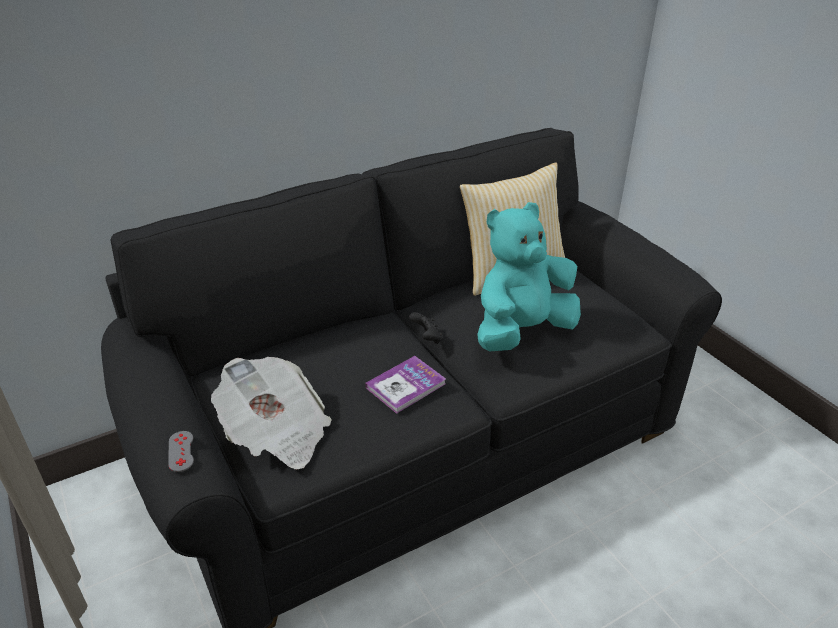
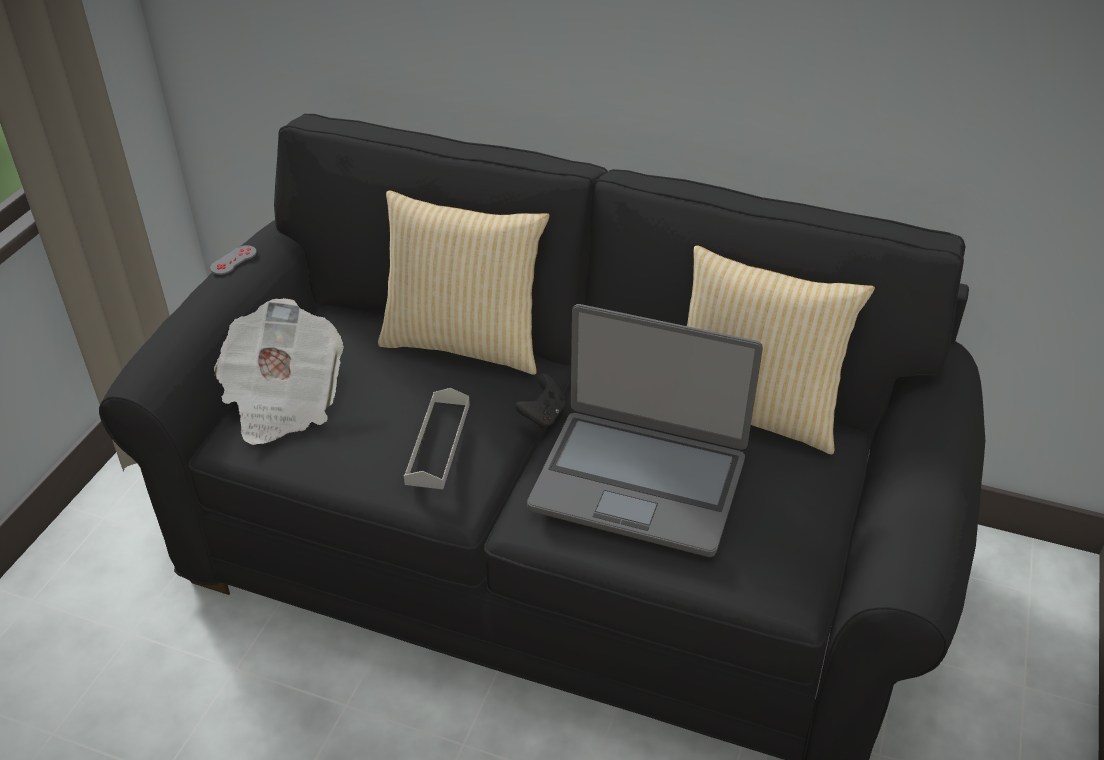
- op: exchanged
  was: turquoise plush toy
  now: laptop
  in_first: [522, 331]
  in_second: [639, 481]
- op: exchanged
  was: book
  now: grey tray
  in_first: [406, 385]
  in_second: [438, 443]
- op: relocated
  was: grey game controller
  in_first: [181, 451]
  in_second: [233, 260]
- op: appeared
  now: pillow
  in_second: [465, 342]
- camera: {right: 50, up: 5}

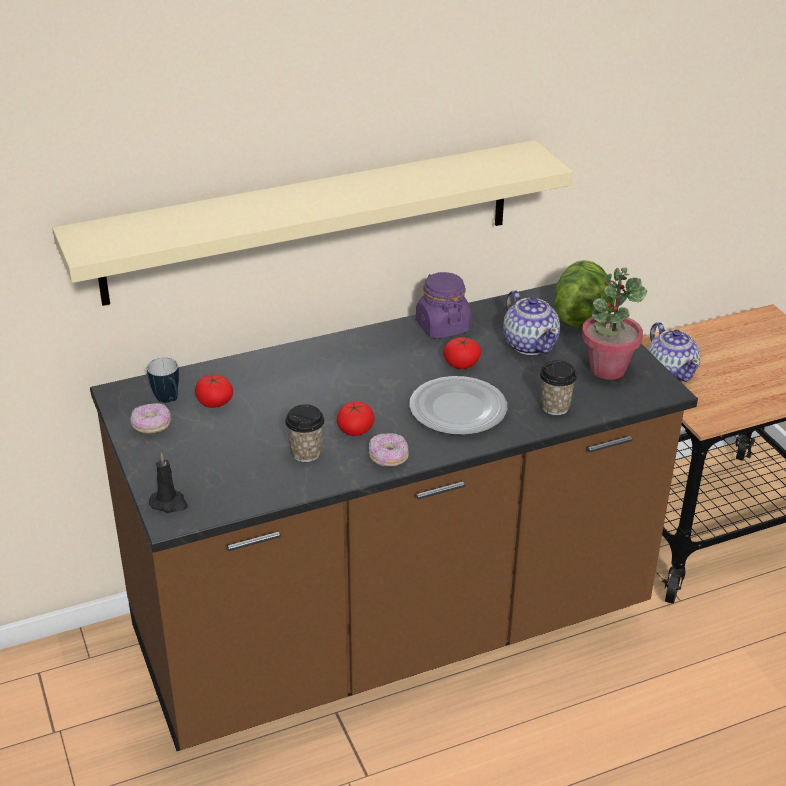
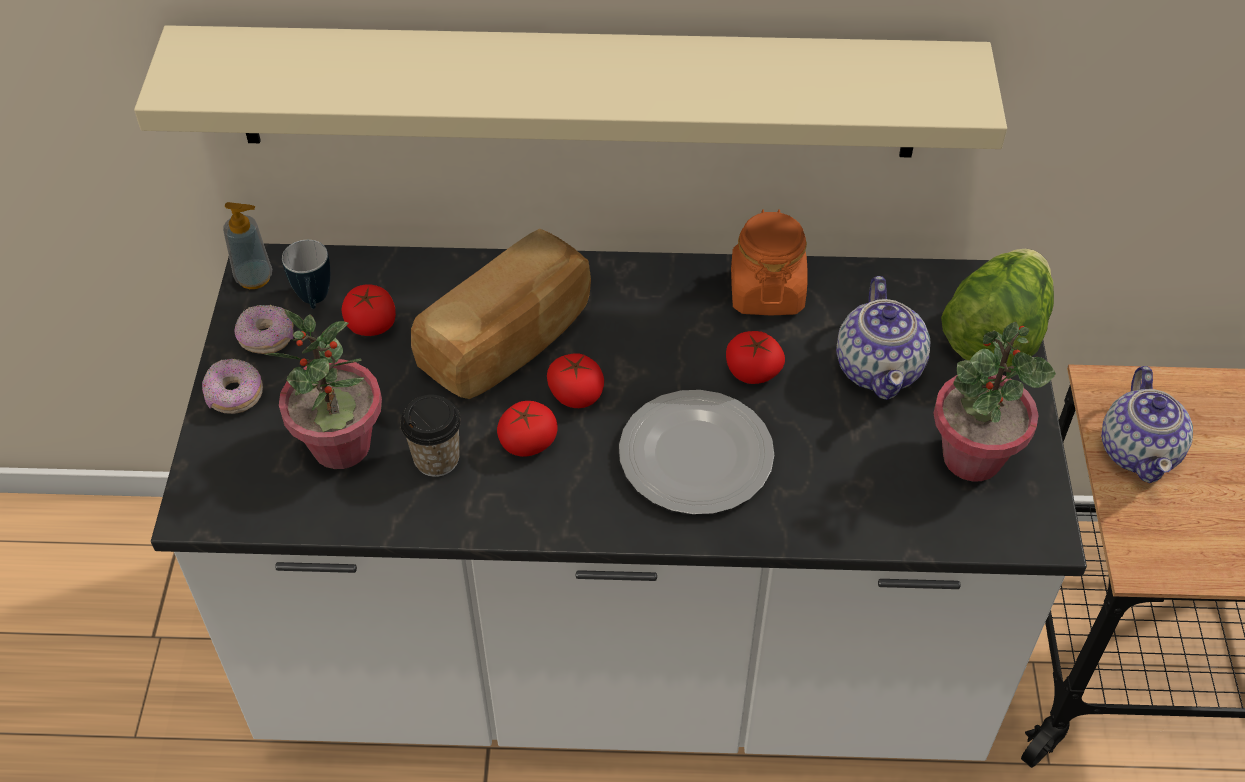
- op: colour
  was: purple jar
  now: orange jar
  in_first: [442, 327]
  in_second: [766, 292]
- op: colour
  was: brown counter
  now: white counter
  in_first: [391, 628]
  in_second: [622, 649]
- op: missing
  was: cup
  in_first: [555, 407]
- op: relocated
  was: donut
  in_first: [388, 457]
  in_second: [234, 395]
- op: missing
  was: black candle
  in_first: [169, 503]
- op: appeared
  now: soap dispenser
  in_second: [254, 278]
- op: appeared
  now: bread
  in_second: [509, 342]
- op: appeared
  now: potted plant
  in_second: [341, 446]
- op: appeared
  now: tomato
  in_second: [576, 393]
- camera: {right: 25, up: 15}

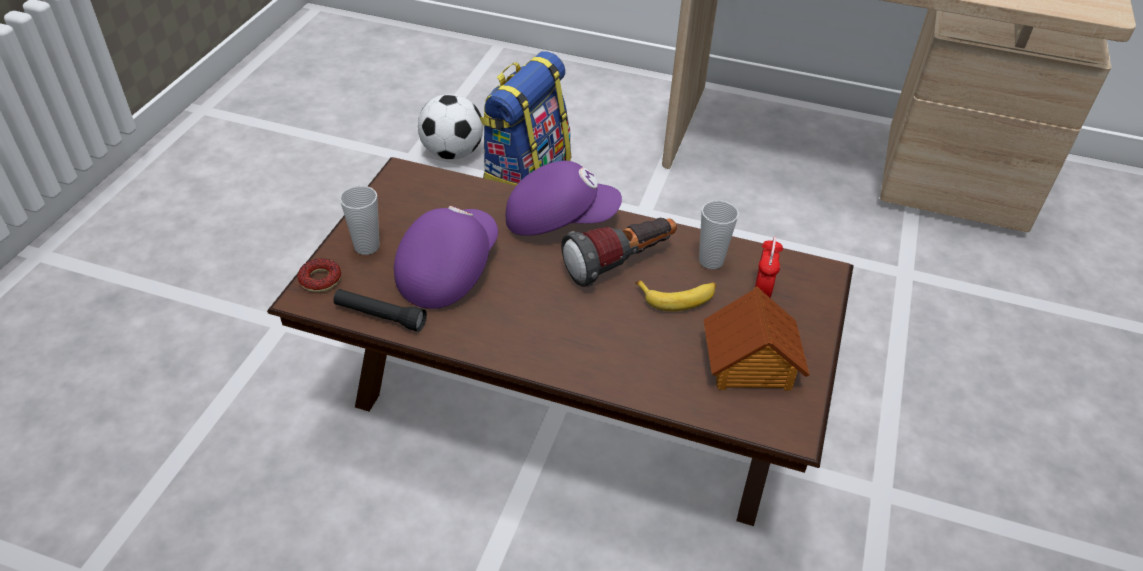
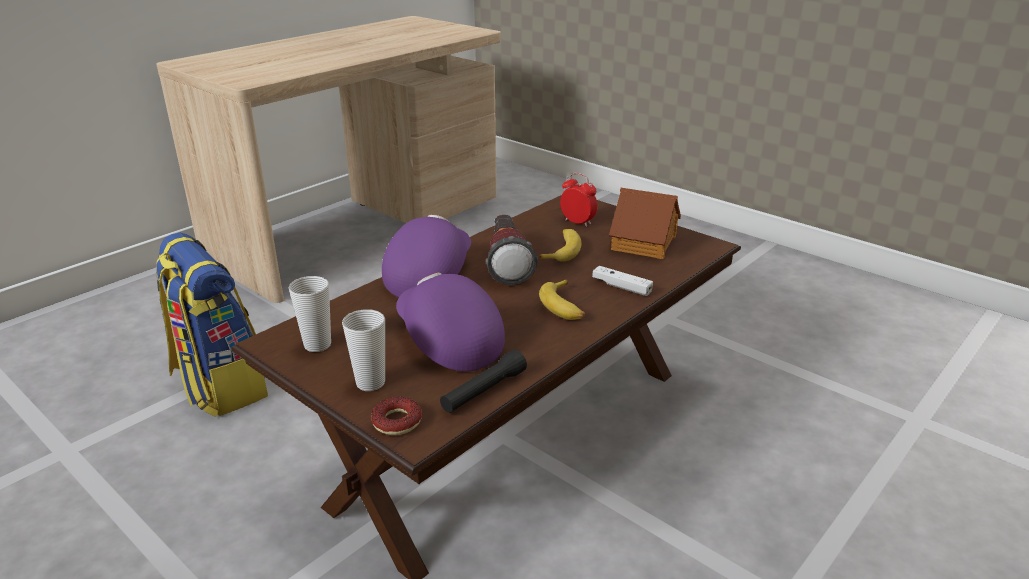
- op: missing
  was: football
  in_first: [452, 153]
- op: relocated
  was: cup
  in_first: [711, 261]
  in_second: [317, 345]
- op: appeared
  now: white game controller
  in_second: [621, 287]
- op: appeared
  now: banana
  in_second: [564, 306]
- camera: {right: -65, up: -15}

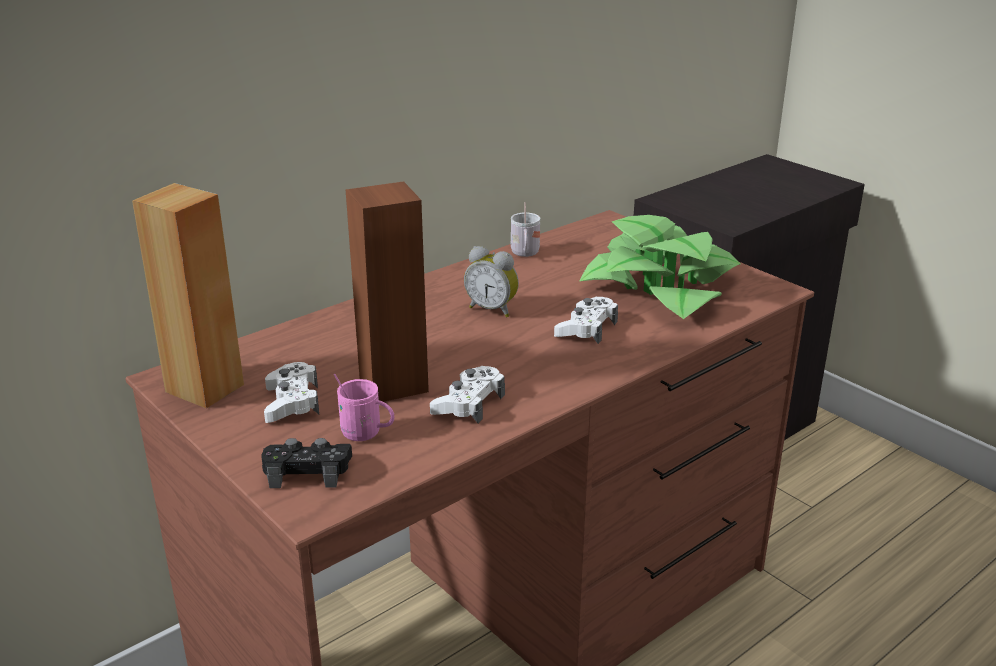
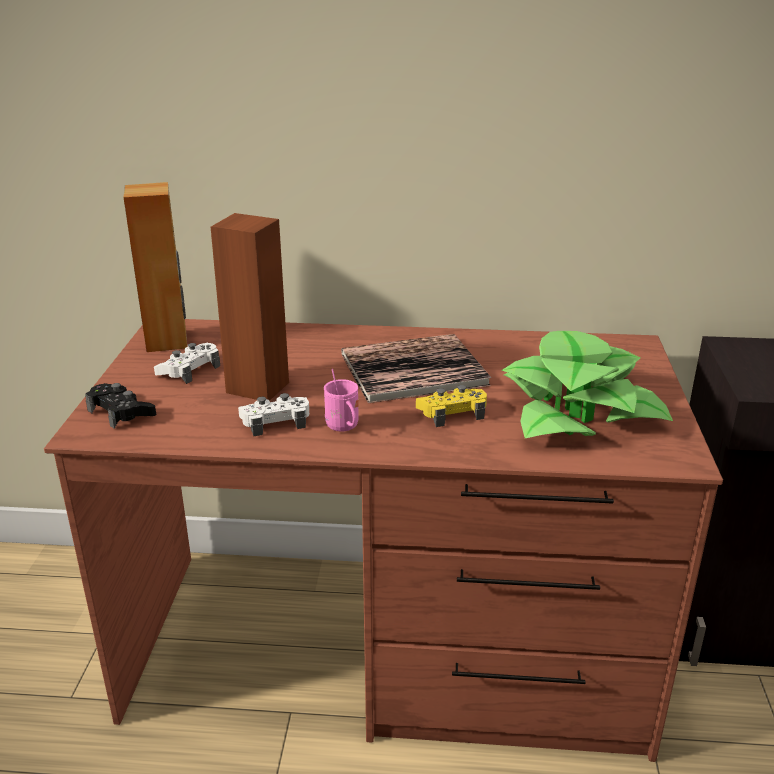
- op: missing
  was: white mug
  in_first: [525, 255]
- op: exchanged
  was: alarm clock
  now: book
  in_first: [492, 309]
  in_second: [413, 369]
- op: colour
  was: white game controller
  now: yellow game controller
  in_first: [586, 328]
  in_second: [452, 412]
- op: relocated
  was: pink mug
  in_first: [367, 434]
  in_second: [344, 428]
- camera: {right: 45, up: 0}

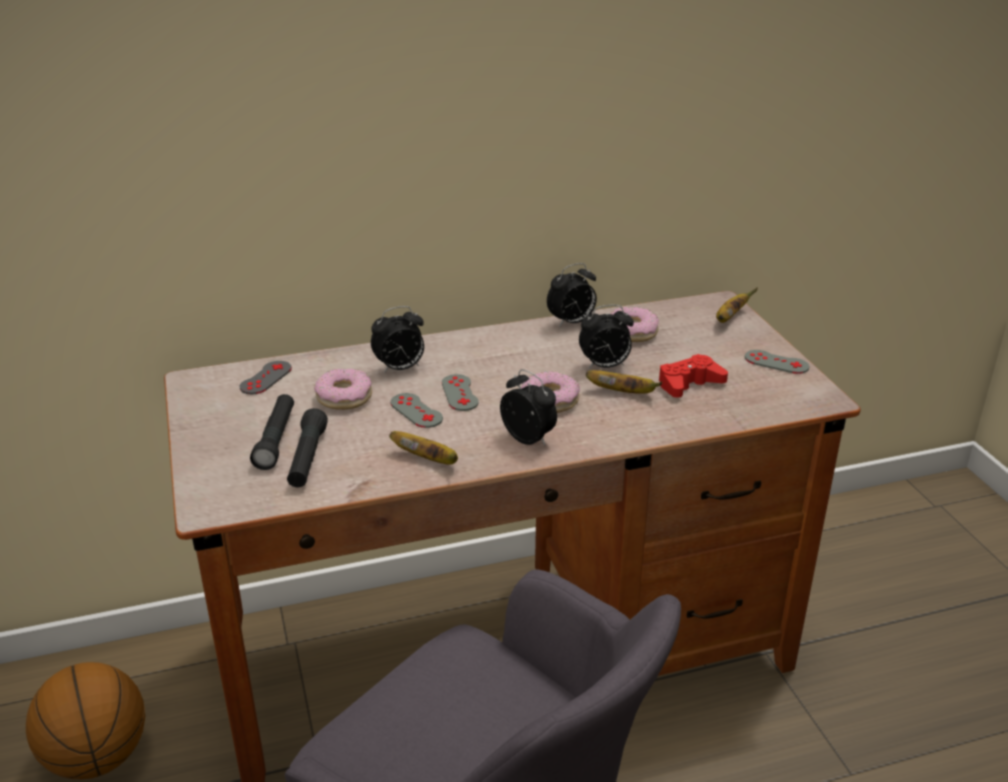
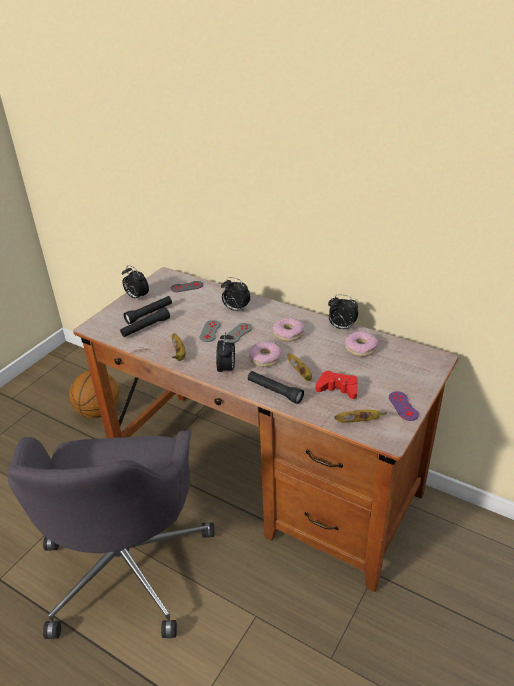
- op: relocated
  was: banana
  in_first: [730, 317]
  in_second: [358, 421]
- op: relocated
  was: alarm clock
  in_first: [604, 366]
  in_second: [137, 297]
- op: colour
  was: grey game controller
  now: purple game controller
  in_first: [776, 362]
  in_second: [403, 406]
- op: relocated
  was: donut
  in_first: [344, 397]
  in_second: [288, 334]
- op: appeared
  now: black flashlight
  in_second: [274, 391]
- camera: {right: 50, up: 5}

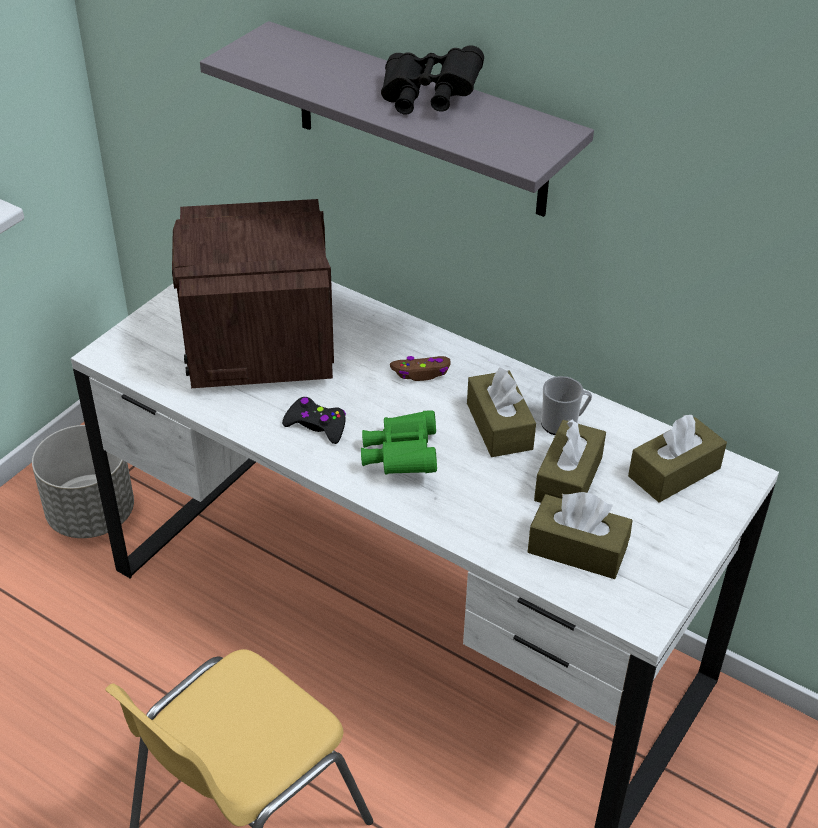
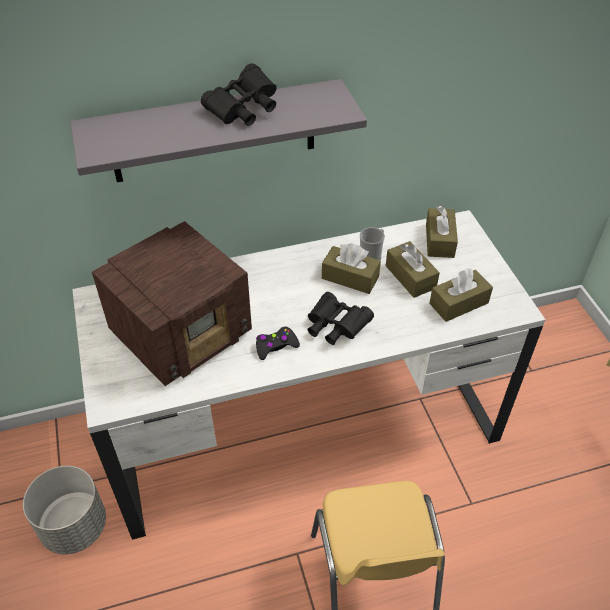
- op: spun
  was: radio
  in_first: [259, 347]
  in_second: [183, 333]
  clockwise: -75
- op: missing
  was: brown game controller
  in_first: [421, 373]
- op: colour
  was: green binoculars
  now: black binoculars
  in_first: [401, 457]
  in_second: [335, 327]
- camera: {right: -50, up: 5}

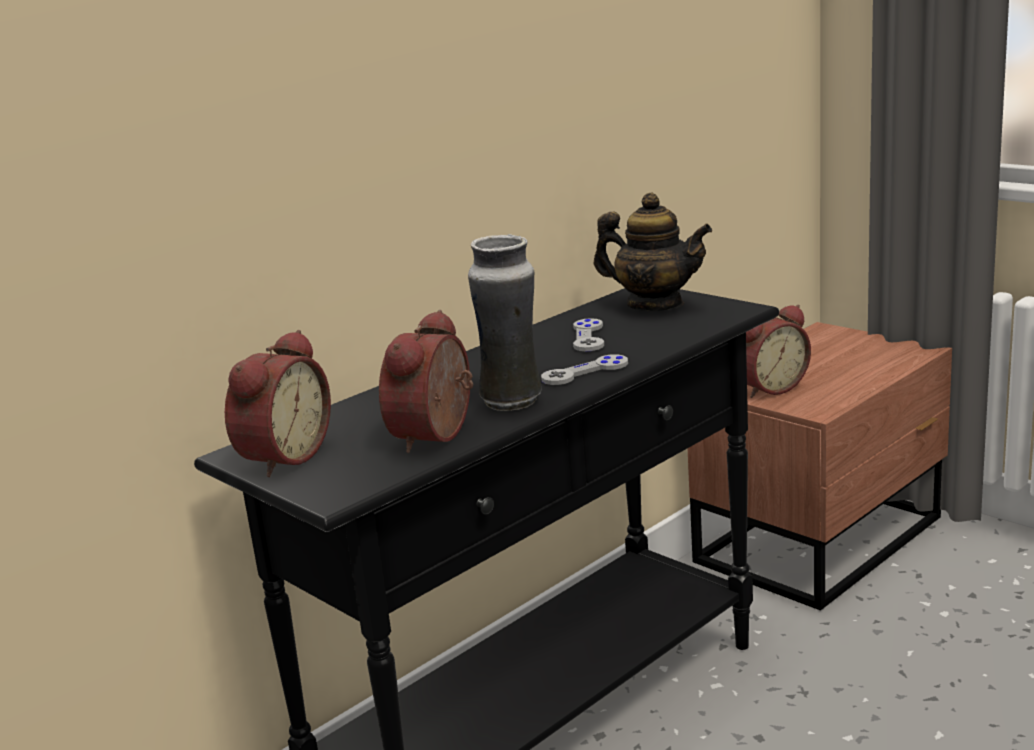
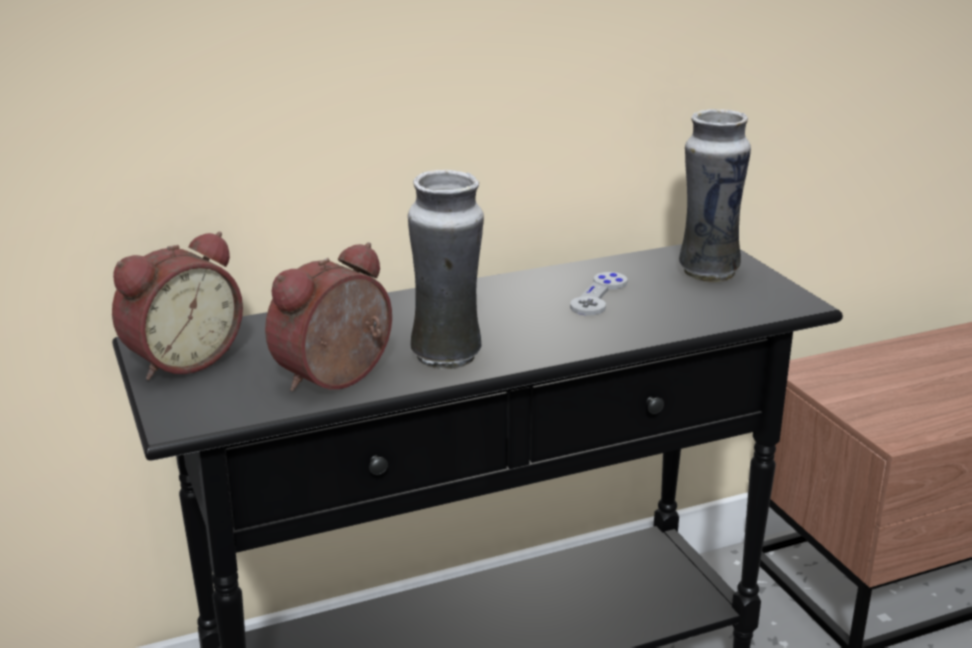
- op: exchanged
  was: teapot
  now: vase
  in_first: [655, 305]
  in_second: [707, 272]
- op: missing
  was: alarm clock
  in_first: [768, 387]
- op: missing
  was: grey game controller
  in_first: [585, 372]
- camera: {right: 20, up: 5}

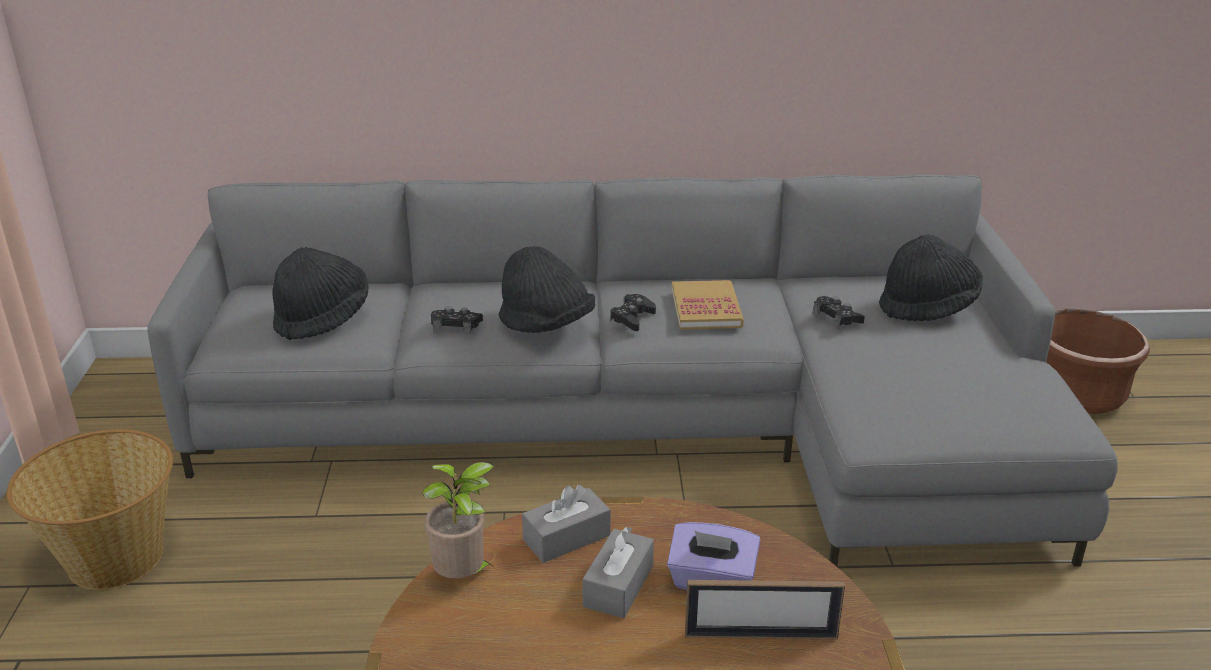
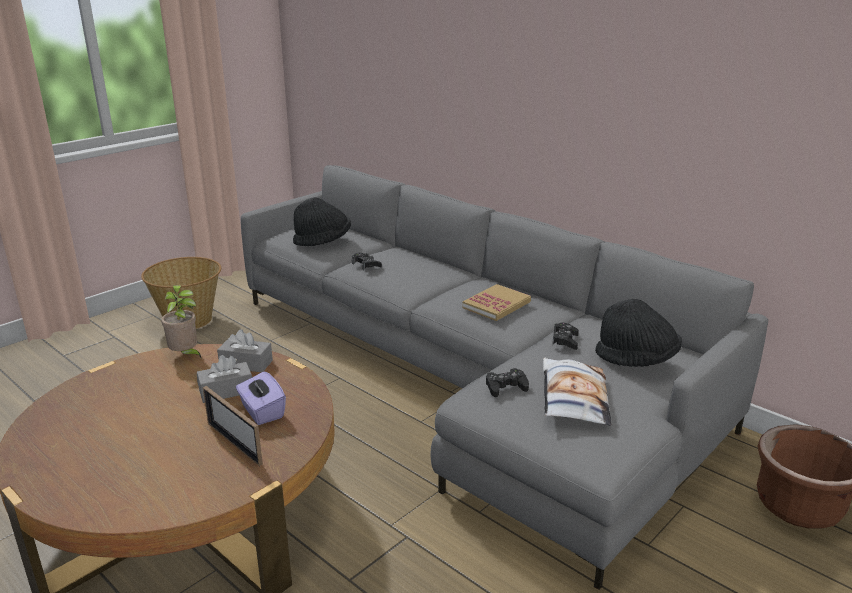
- op: missing
  was: black hat
  in_first: [546, 325]
- op: relocated
  was: black game controller
  in_first: [632, 318]
  in_second: [505, 387]
- op: appeared
  now: pillow
  in_second: [573, 398]
- camera: {right: 45, up: -5}

